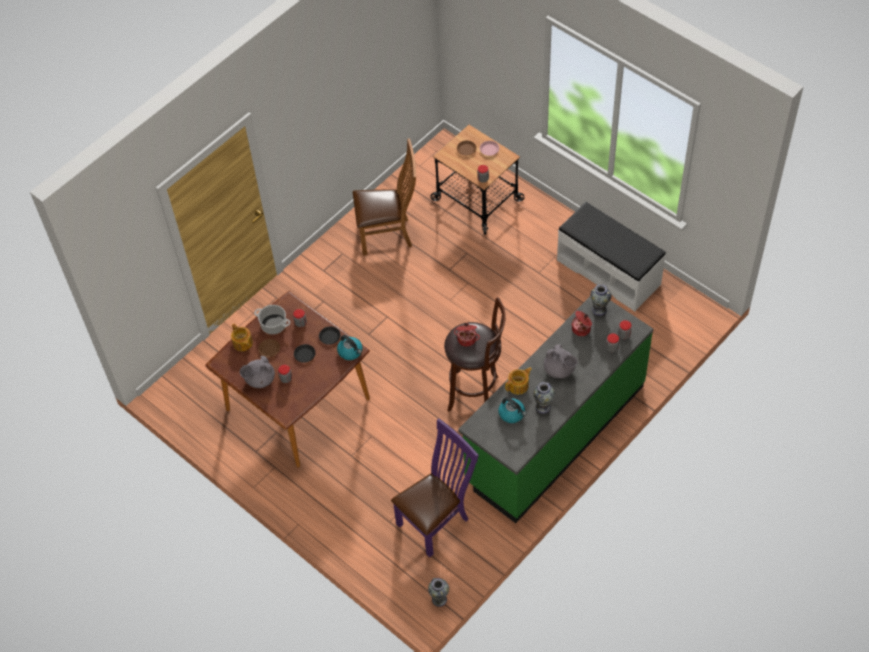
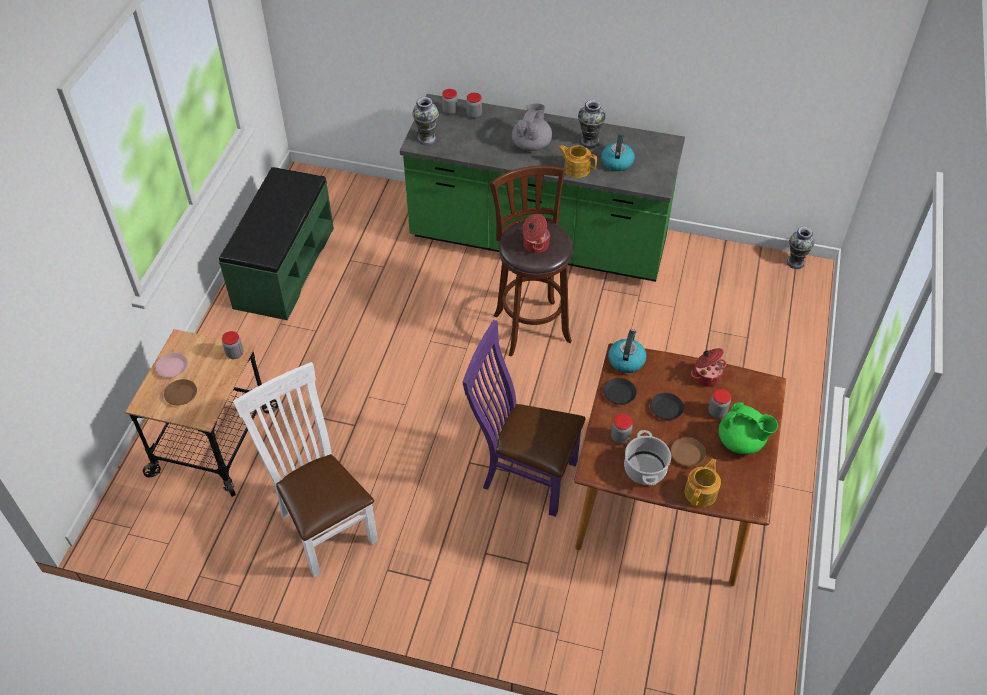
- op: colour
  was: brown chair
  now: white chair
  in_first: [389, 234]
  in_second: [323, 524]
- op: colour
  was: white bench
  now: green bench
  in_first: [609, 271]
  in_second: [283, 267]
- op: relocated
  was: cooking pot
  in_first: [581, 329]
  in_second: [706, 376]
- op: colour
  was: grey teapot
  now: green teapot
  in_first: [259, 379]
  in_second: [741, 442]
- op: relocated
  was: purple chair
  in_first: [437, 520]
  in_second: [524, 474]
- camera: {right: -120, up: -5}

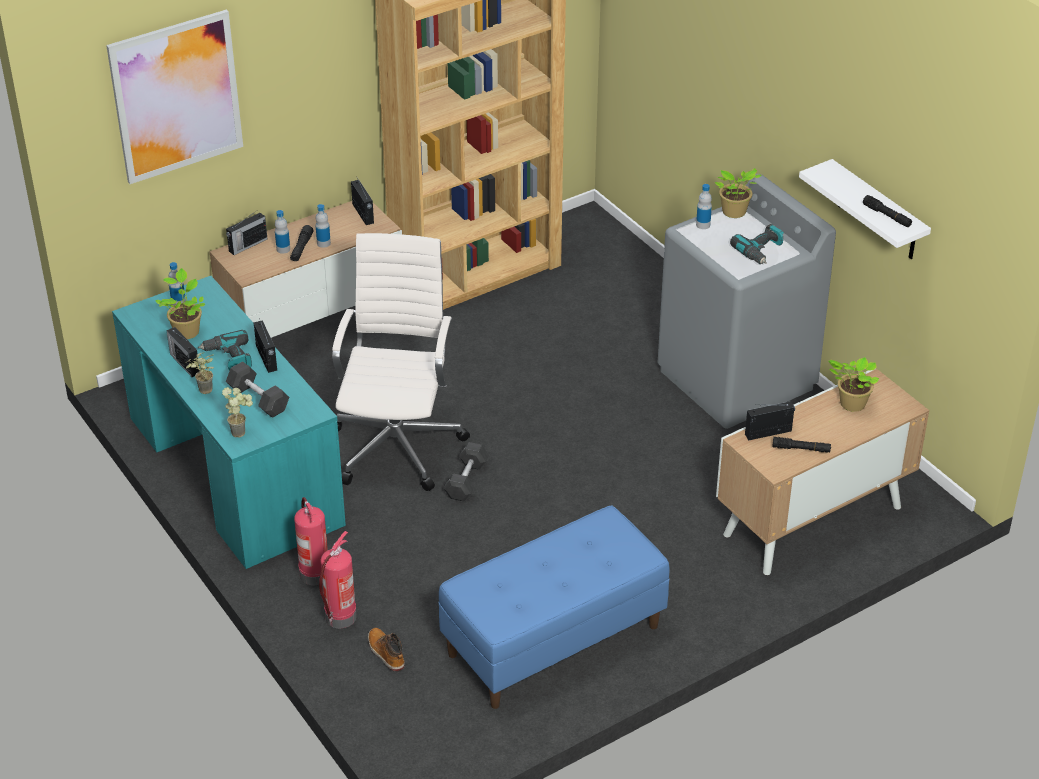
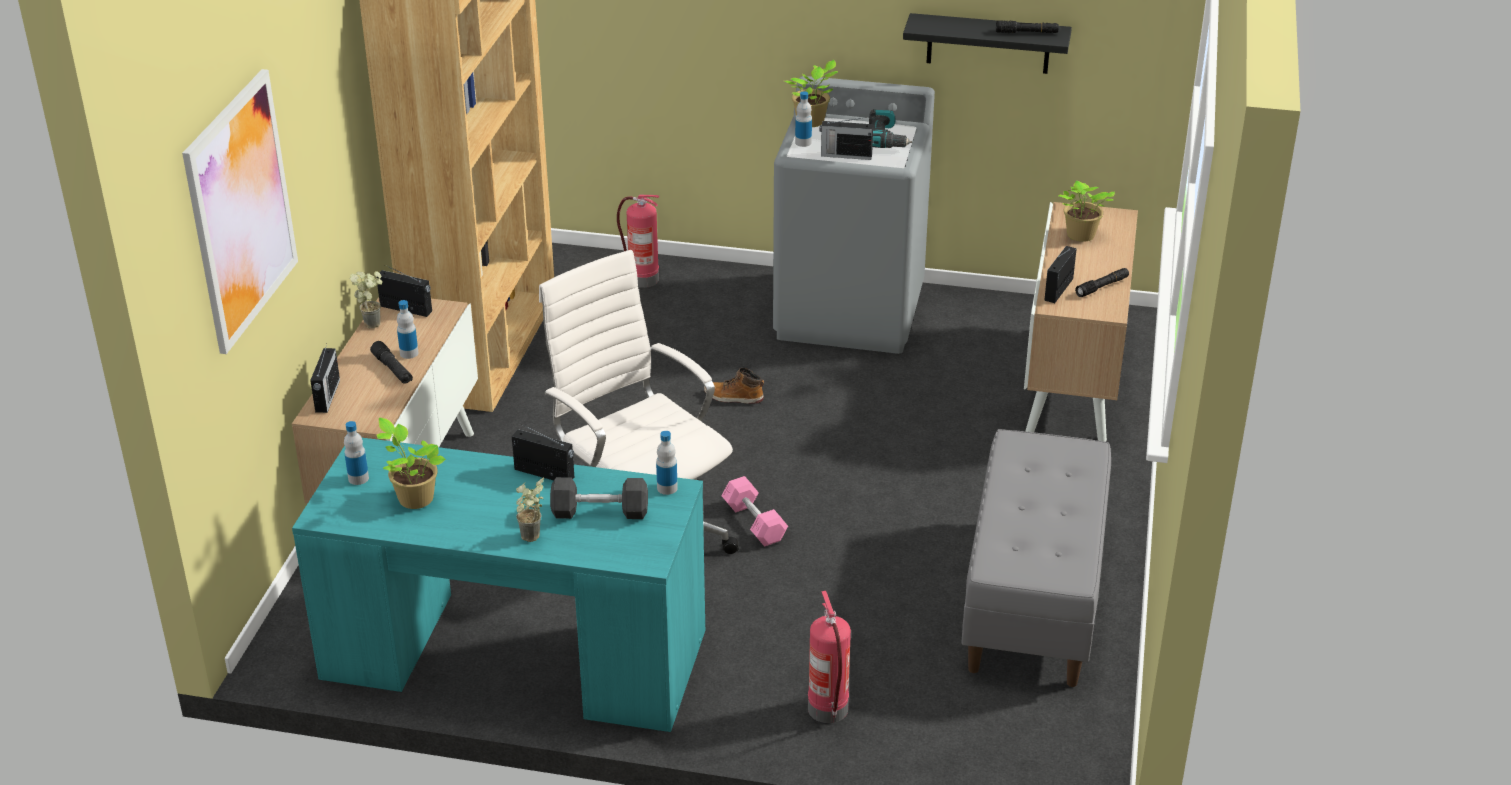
- op: colour
  was: white shelf
  now: black shelf
  in_first: [877, 212]
  in_second: [988, 43]
- op: relocated
  was: bottle
  in_first: [283, 249]
  in_second: [667, 488]
- op: relocated
  was: radio
  in_first: [184, 363]
  in_second: [845, 155]
- op: missing
  was: power drill
  in_first: [229, 358]
- op: relocated
  was: potted plant
  in_first: [242, 431]
  in_second: [373, 322]
- op: colour
  was: grey dumbbell
  now: pink dumbbell
  in_first: [466, 480]
  in_second: [754, 523]
- op: relocated
  was: fire extinguisher
  in_first: [313, 573]
  in_second: [642, 279]
- op: colour
  was: blue bench
  now: grey bench
  in_first: [553, 641]
  in_second: [1034, 600]
- op: relocated
  was: boot
  in_first: [385, 653]
  in_second: [733, 397]
- camera: {right: -45, up: -5}

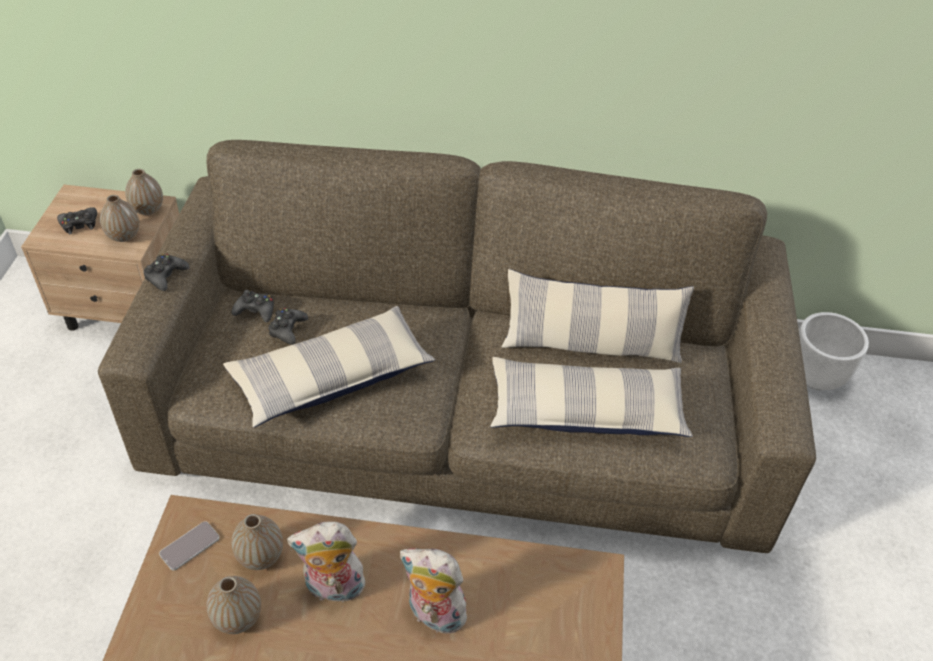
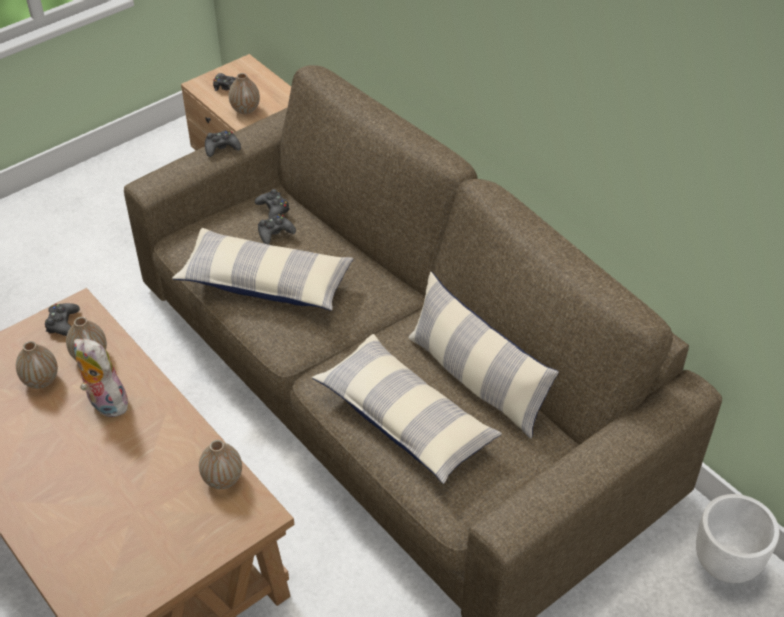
- op: relocated
  was: vase
  in_first: [148, 209]
  in_second: [222, 479]
- op: exchanged
  was: phone
  now: black game controller
  in_first: [190, 546]
  in_second: [63, 323]
- op: missing
  was: plush toy
  in_first: [433, 615]
- camera: {right: 45, up: 0}

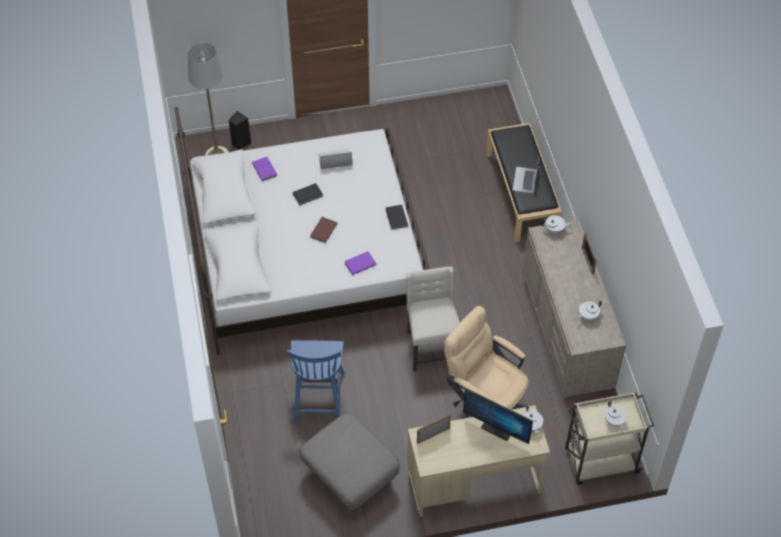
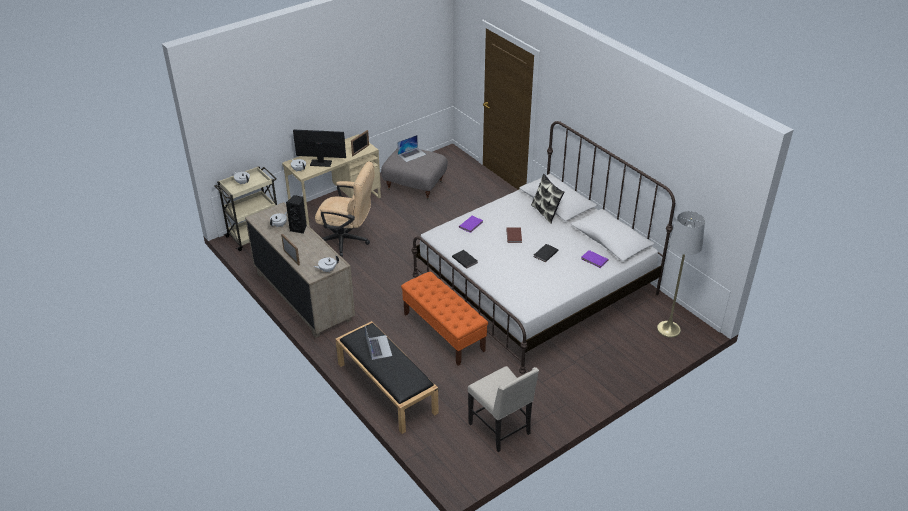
- op: relocated
  was: black speaker
  in_first: [240, 143]
  in_second: [299, 228]
- op: relocated
  was: laptop
  in_first: [334, 159]
  in_second: [412, 154]
- op: relocated
  was: beige chair
  in_first: [431, 347]
  in_second: [501, 429]
- op: missing
  was: blue chair
  in_first: [318, 396]
- op: appeared
  now: pillow
  in_second: [546, 212]
- op: appeared
  now: orange bench
  in_second: [444, 332]
- camera: {right: 155, up: -15}

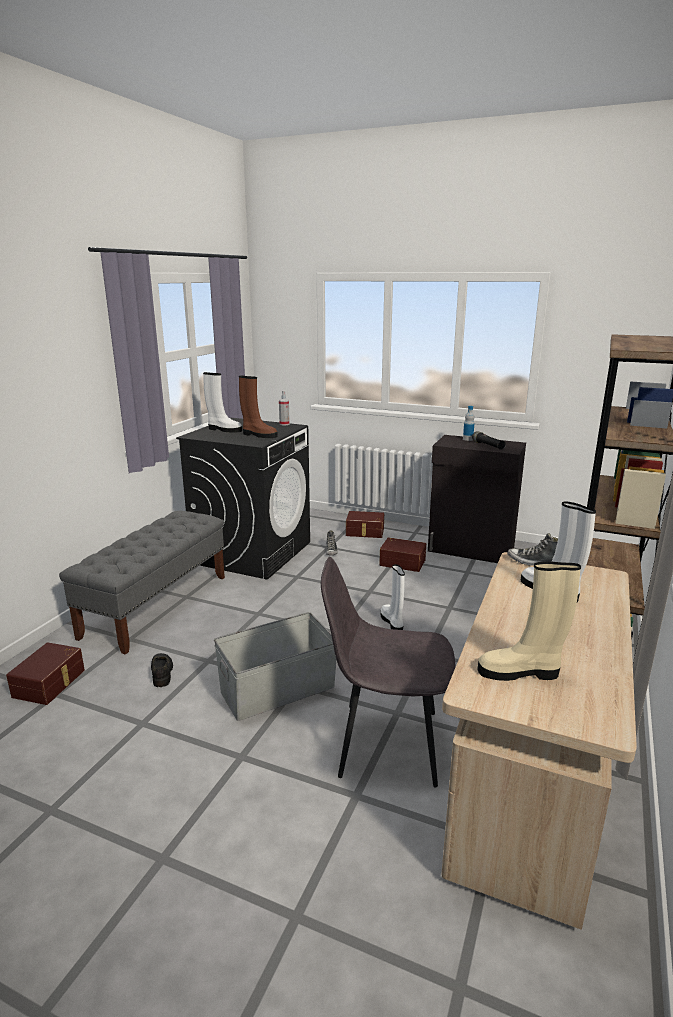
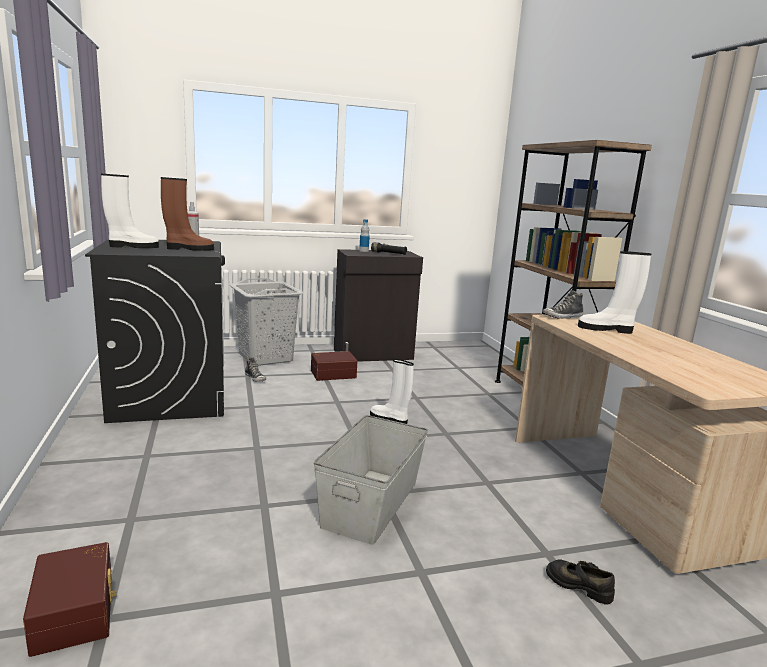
- op: missing
  was: grey bench
  in_first: [157, 605]
- op: exchanged
  was: brown storage box
  now: grey laundry basket
  in_first: [365, 532]
  in_second: [266, 357]
- op: missing
  was: grey chair
  in_first: [385, 742]
- op: missing
  was: beige boot
  in_first: [520, 672]
- op: relocated
  was: black shoe
  in_first: [162, 673]
  in_second: [579, 585]
- camera: {right: -40, up: -5}

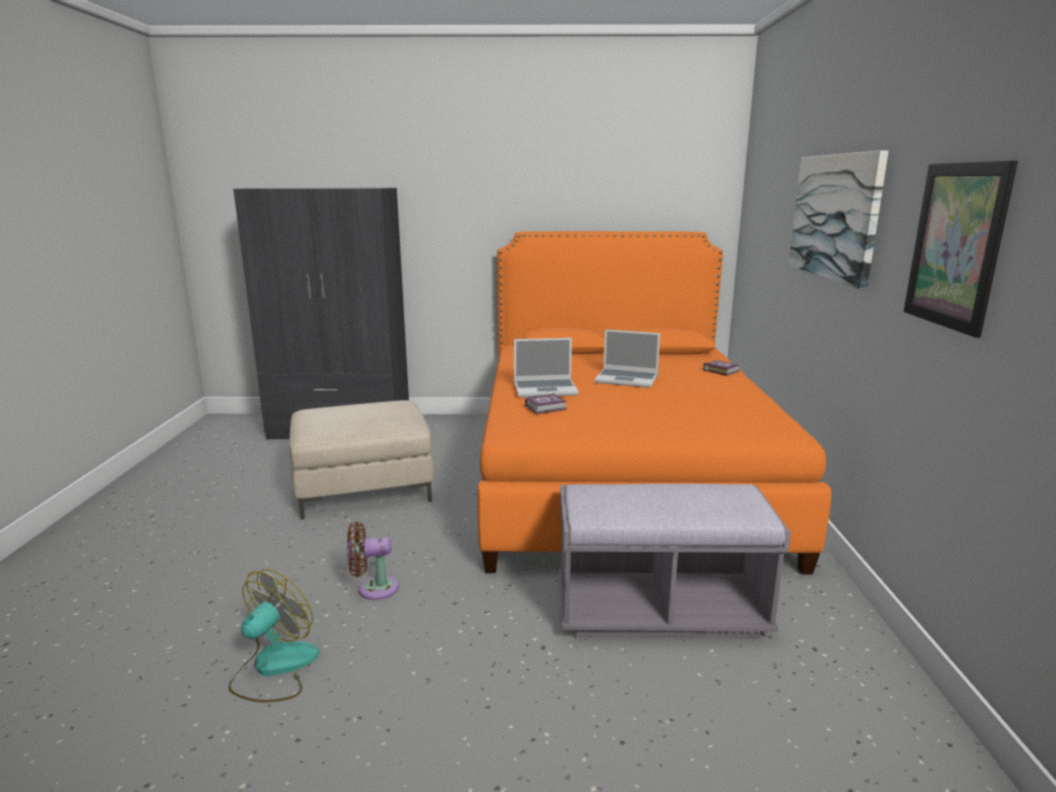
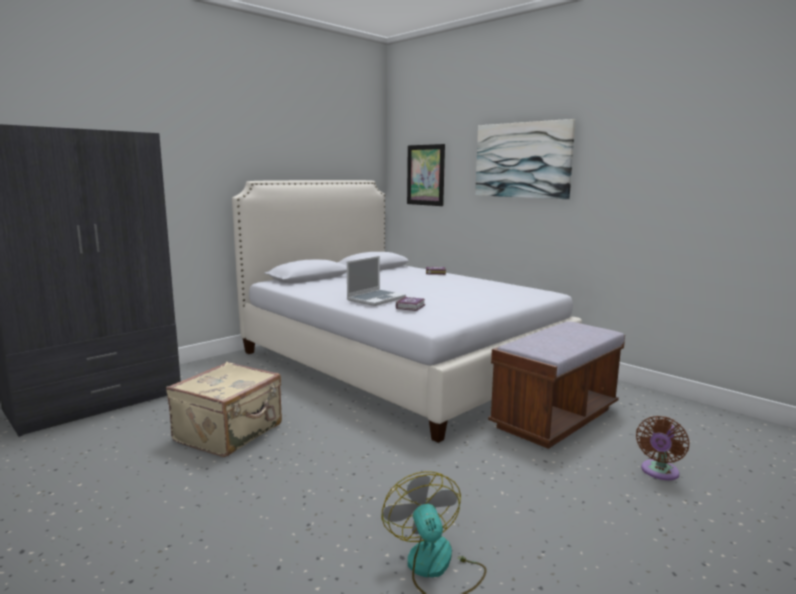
- op: relocated
  was: picture
  in_first: [955, 246]
  in_second: [425, 175]
- op: colour
  was: orange bed
  now: white bed
  in_first: [619, 476]
  in_second: [399, 363]
- op: missing
  was: laptop
  in_first: [627, 379]
- op: exchanged
  was: beige ottoman
  now: beige suitcase
  in_first: [364, 488]
  in_second: [230, 433]
- op: colour
  was: grey bench
  now: brown bench
  in_first: [659, 612]
  in_second: [555, 418]
- op: relocated
  was: brown fan
  in_first: [373, 588]
  in_second: [659, 472]
- camera: {right: -45, up: -5}

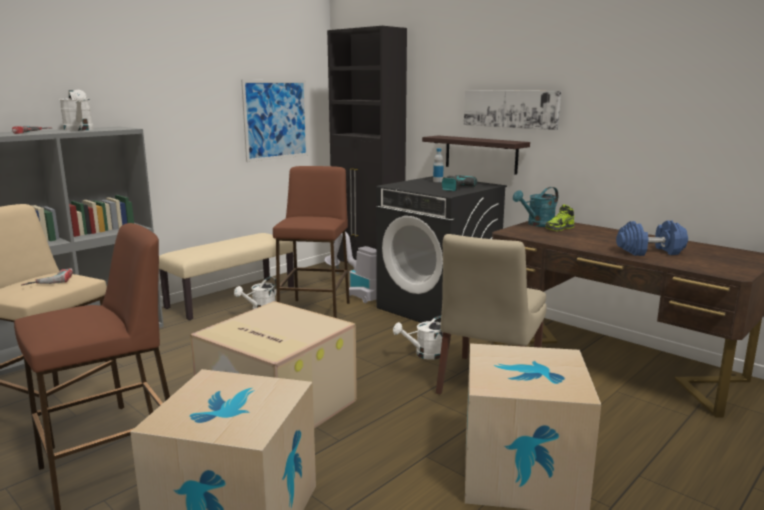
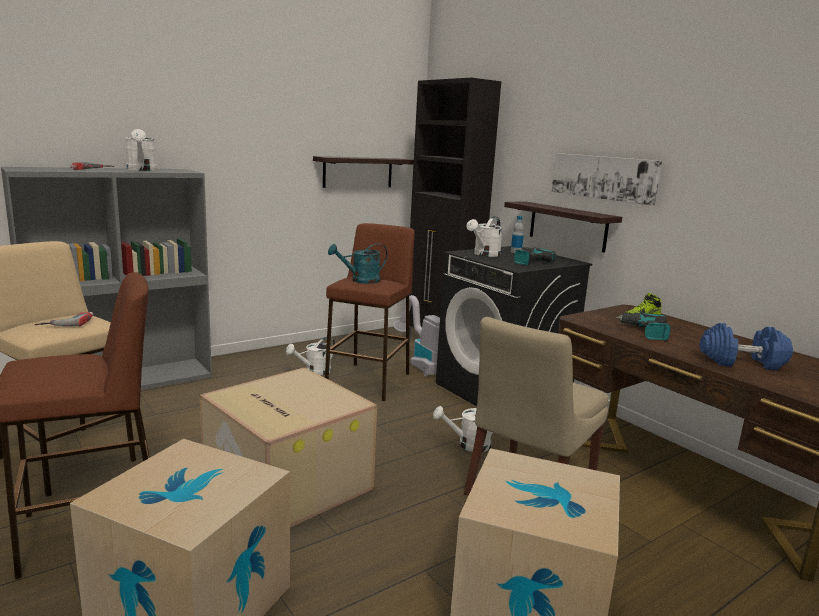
- op: exchanged
  was: picture
  now: shelf
  in_first: [276, 119]
  in_second: [358, 172]
- op: relocated
  was: turquoise watering can
  in_first: [537, 224]
  in_second: [360, 280]
- op: missing
  was: beige bench
  in_first: [231, 298]
- op: appeared
  now: white watering can
  in_second: [484, 254]
- op: appeared
  now: power drill
  in_second: [644, 332]
- camera: {right: 10, up: 0}

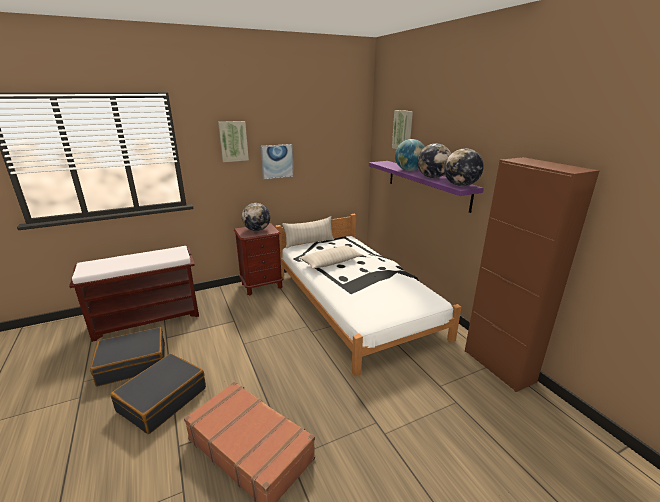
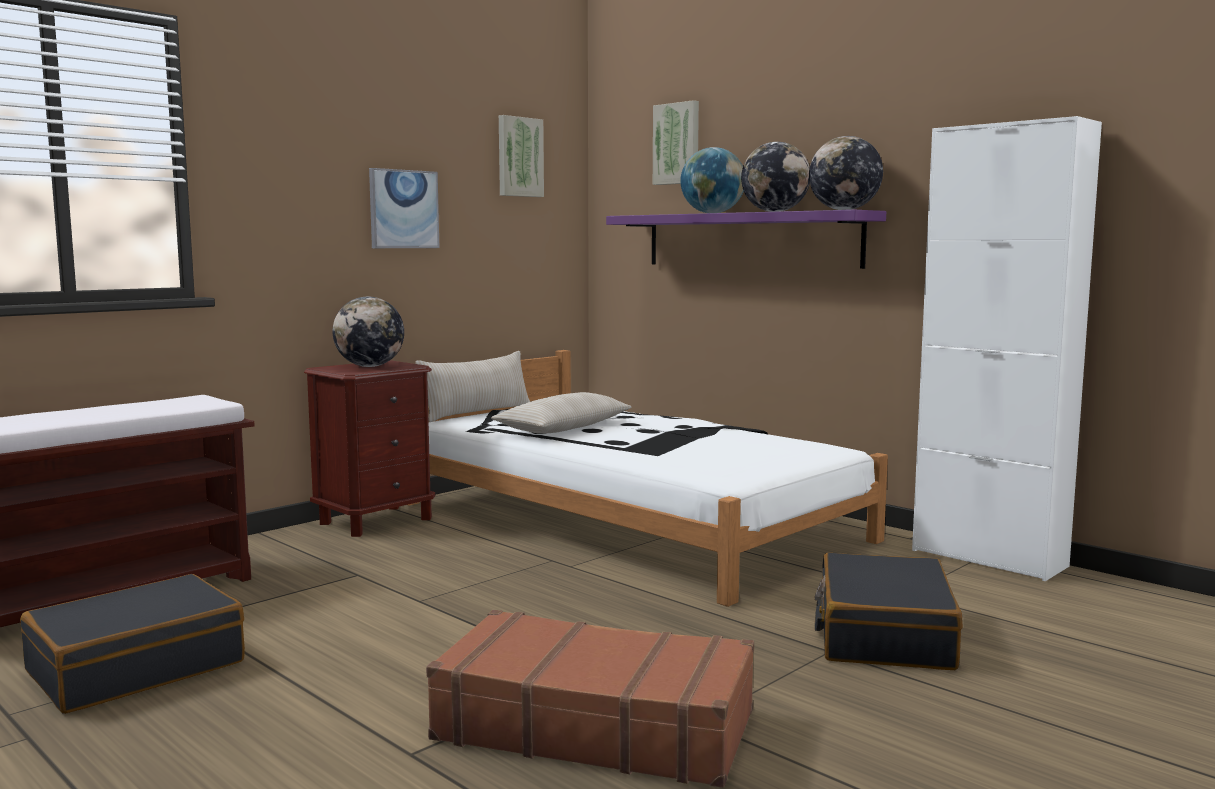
- op: relocated
  was: picture
  in_first: [233, 141]
  in_second: [519, 157]
- op: colour
  was: brown cabinet
  now: white cabinet
  in_first: [498, 366]
  in_second: [988, 558]
- op: relocated
  was: black suitcase
  in_first: [162, 399]
  in_second: [883, 634]
- camera: {right: -20, up: -15}

